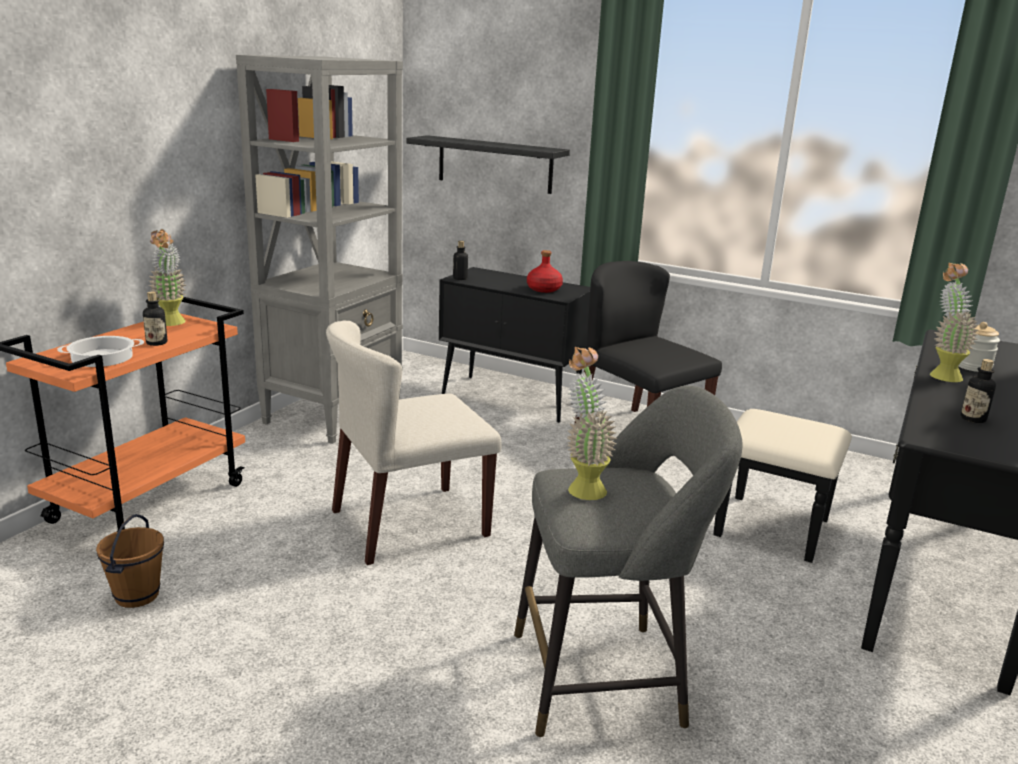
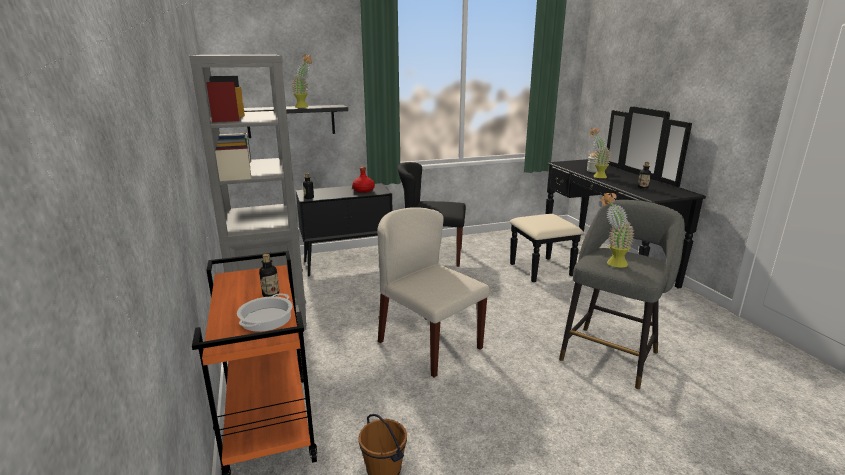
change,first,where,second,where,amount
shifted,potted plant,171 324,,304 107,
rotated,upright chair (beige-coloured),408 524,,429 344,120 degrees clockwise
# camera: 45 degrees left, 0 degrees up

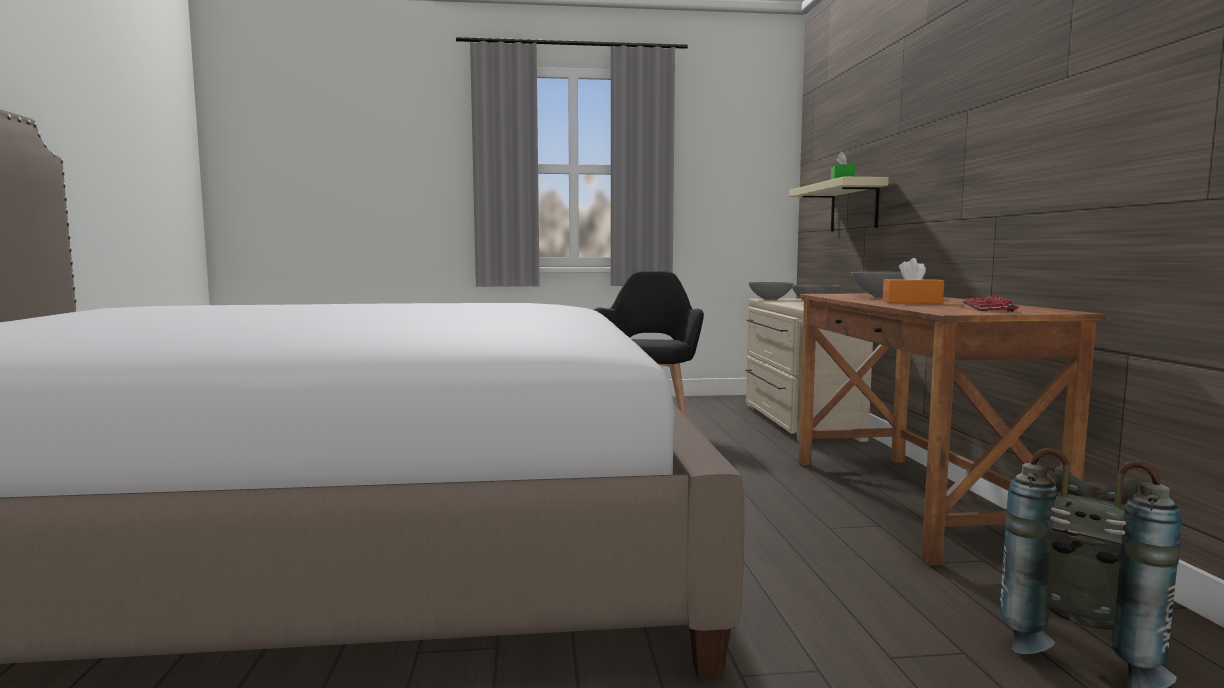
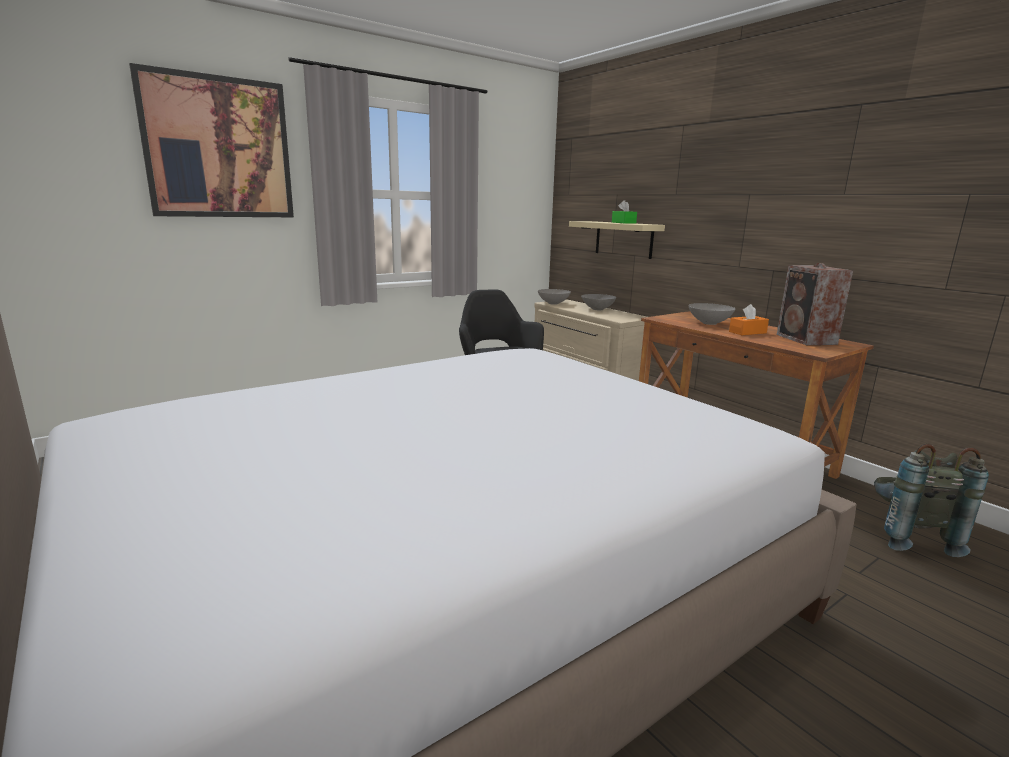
change,first,where,second,where,amount
new,,,wall picture,218 148,
swapped,PC keyboard,988 307,speaker,806 340,
# camera: 30 degrees left, 10 degrees up

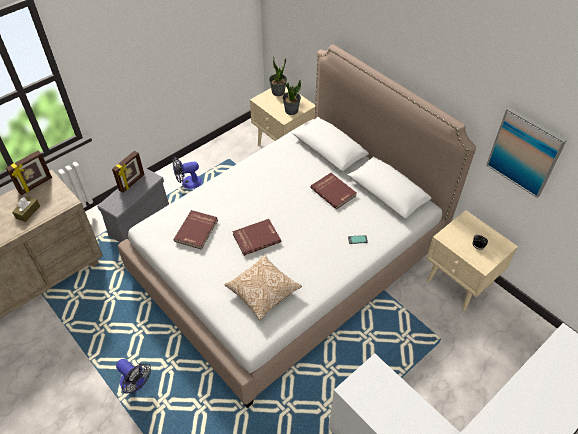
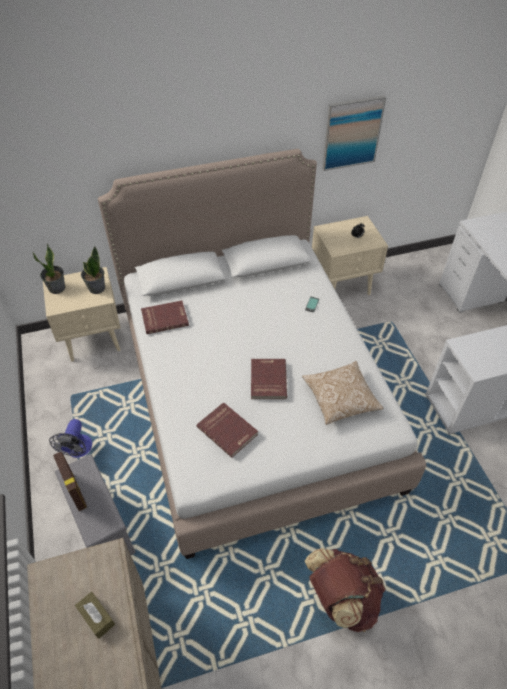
change,first,where,second,where,amount
shifted,book (red),333 191,,164 318,
swapped,electric fan,136 384,knapsack (brown),341 598,
gone,photo frame,35 185,,,
# camera: 65 degrees left, 0 degrees up

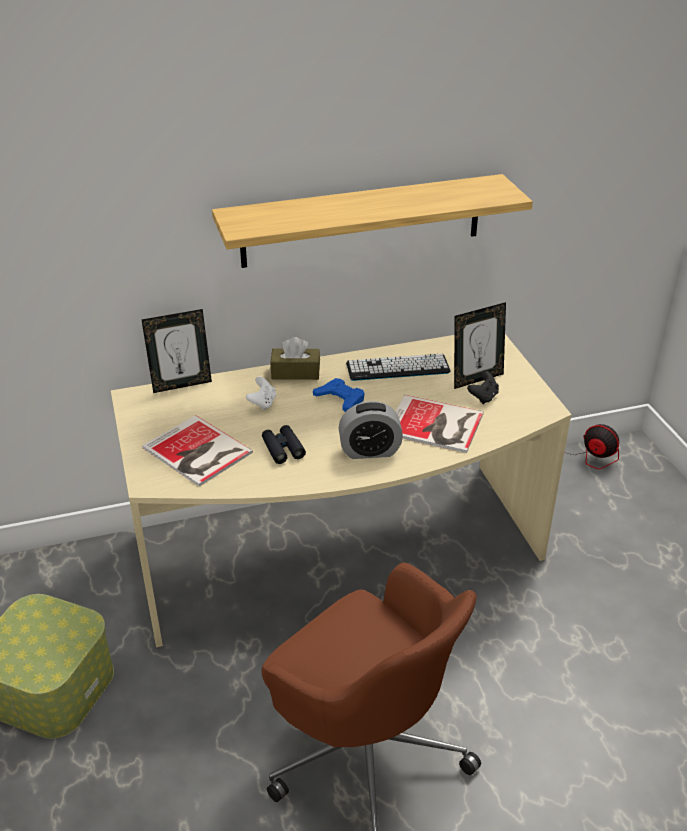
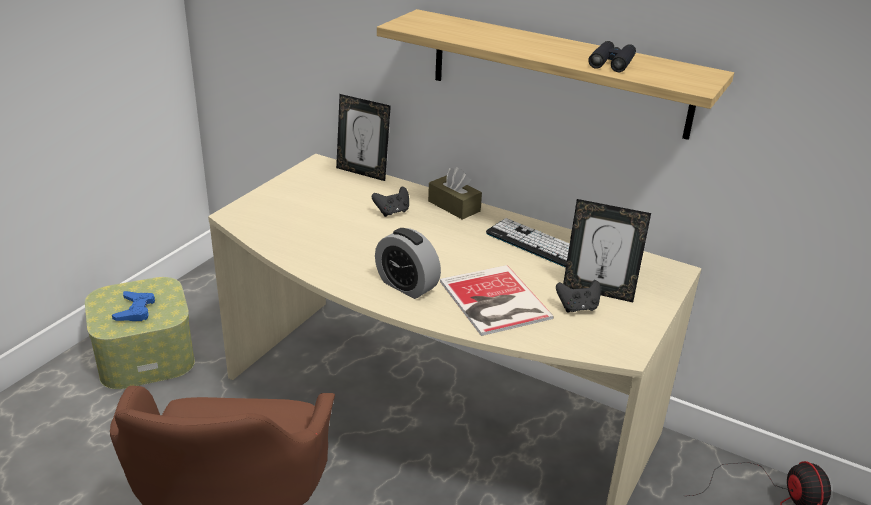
change,first,where,second,where,amount
shifted,gamepad (blue-coloured),340 399,,135 310,
repainted,gamepad (white),262 403,gamepad (blackish),392 212,
shifted,binoculars (blackish),283 448,,612 63,
gone,book,197 452,,,
# camera: 45 degrees right, 5 degrees down

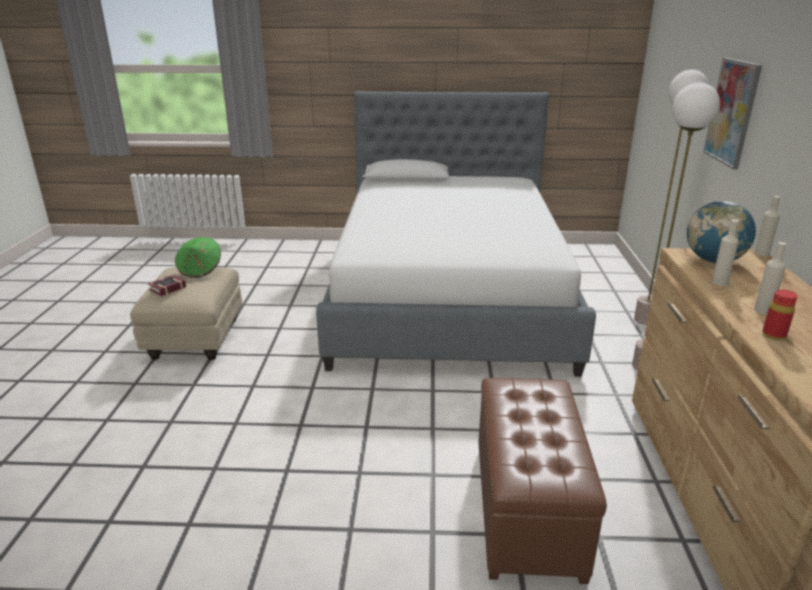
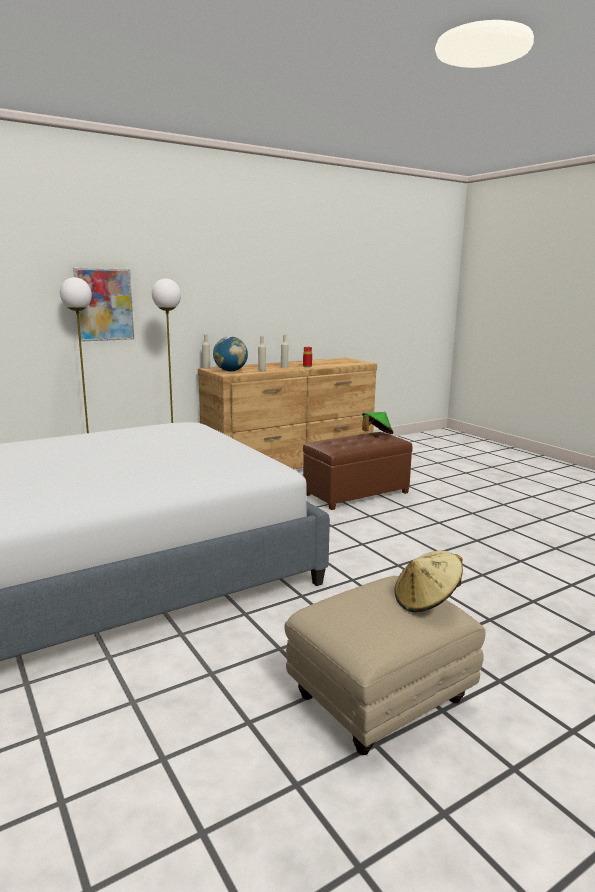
change,first,where,second,where,amount
shifted,wearable hat (greenish),200 270,,376 434,
swapped,book,166 289,wearable hat (beige-coloured),426 601,
# camera: 125 degrees left, 10 degrees down

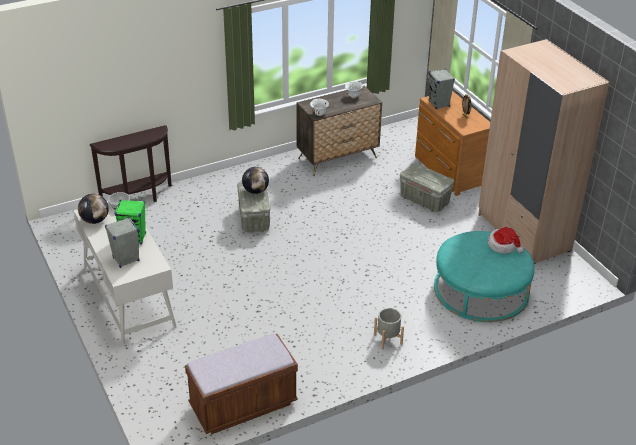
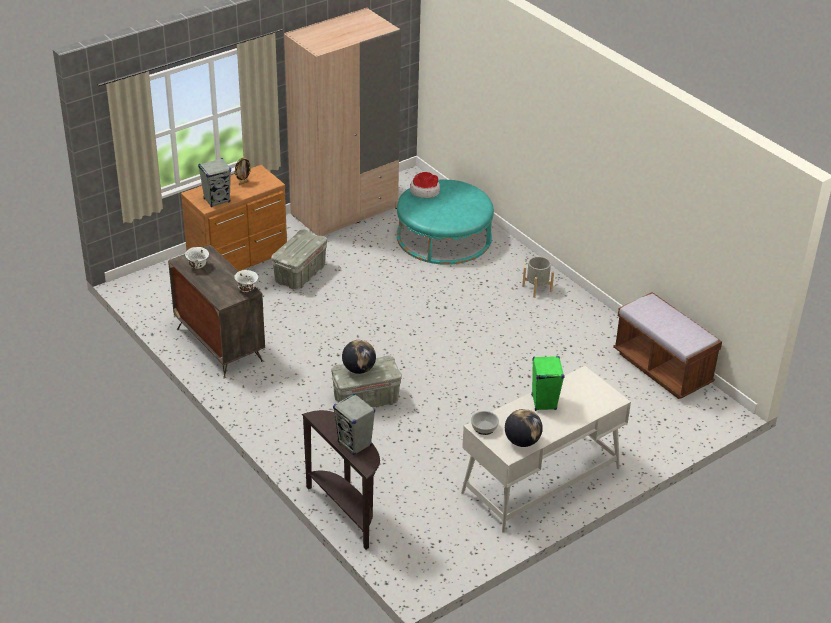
change,first,where,second,where,amount
shifted,speaker (greyish),126 259,,355 444,
# camera: 100 degrees left, 0 degrees up

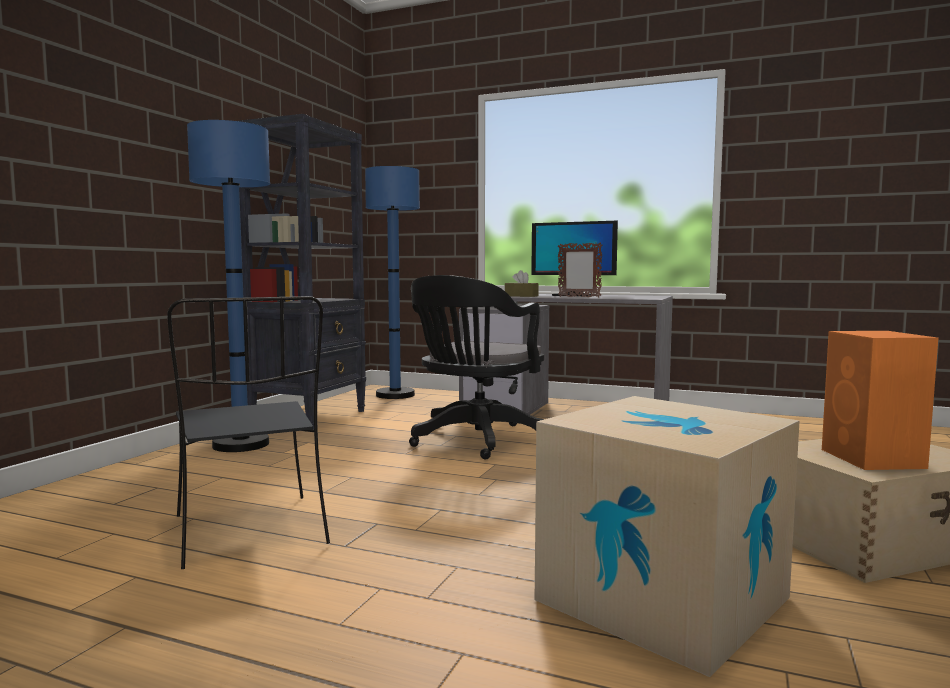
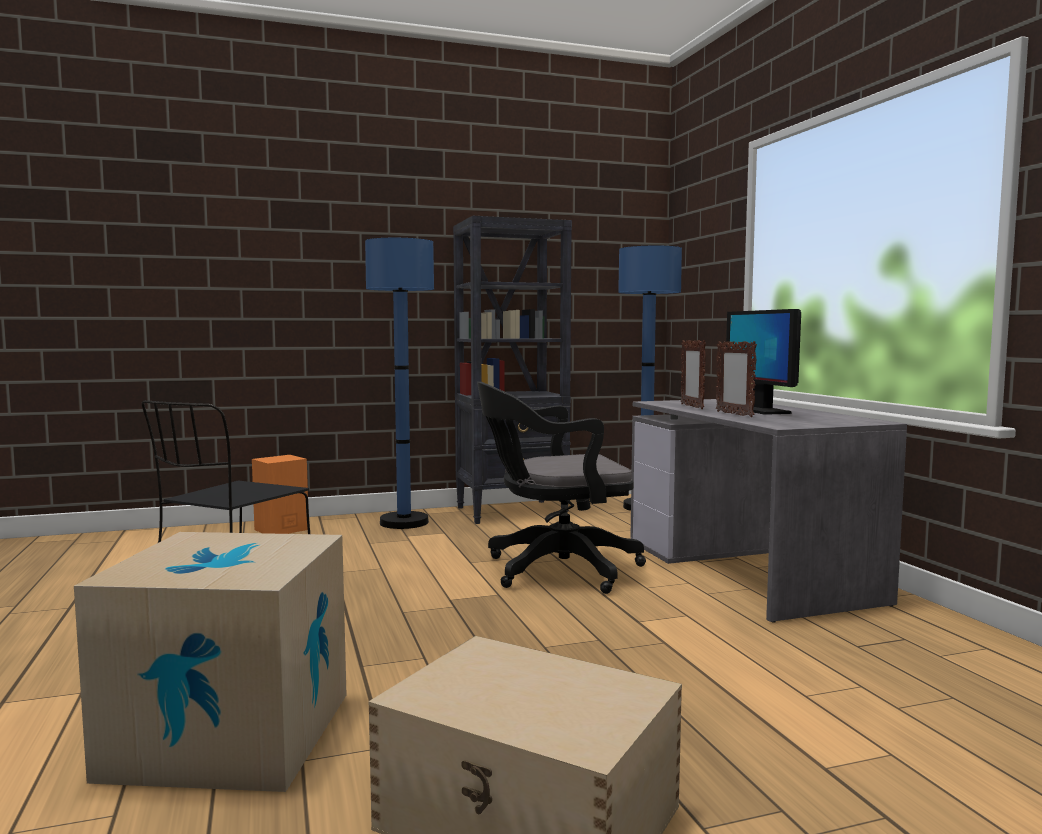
change,first,where,second,where,amount
shifted,speaker (orange-coloured),873 459,,280 530,
swapped,tissue box (brown),521 296,photo frame,692 406,
# camera: 50 degrees right, 0 degrees up

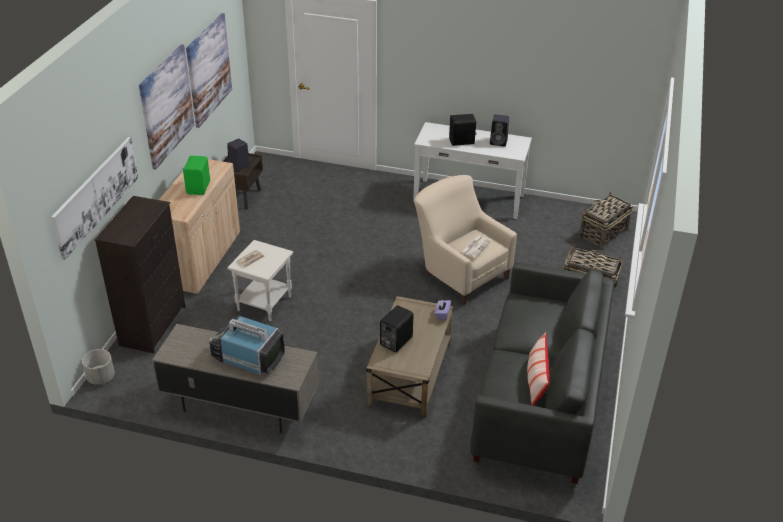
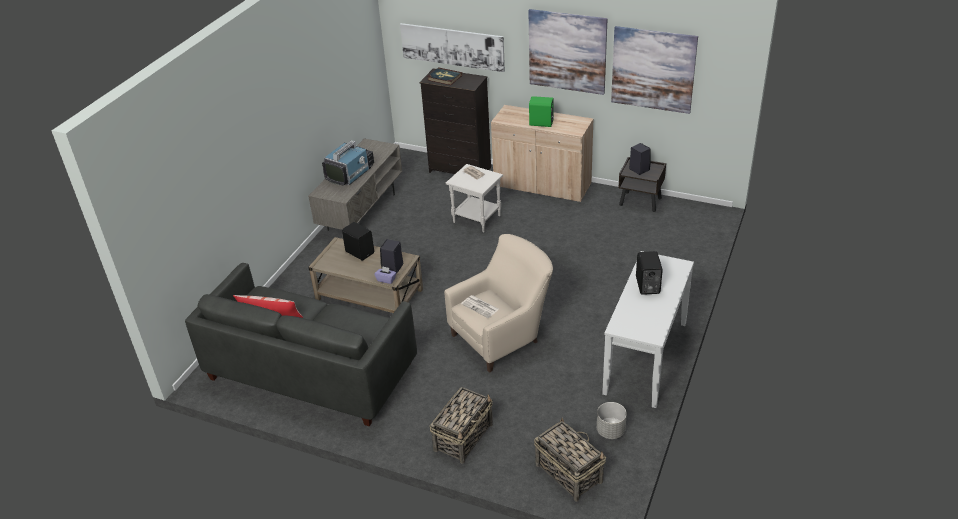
change,first,where,second,where,amount
shifted,speaker (blackish),499 142,,392 268,
new,,,book,444 78,
shifted,plant pot (greyish),100 377,,610 431,
# camera: 100 degrees right, 0 degrees up

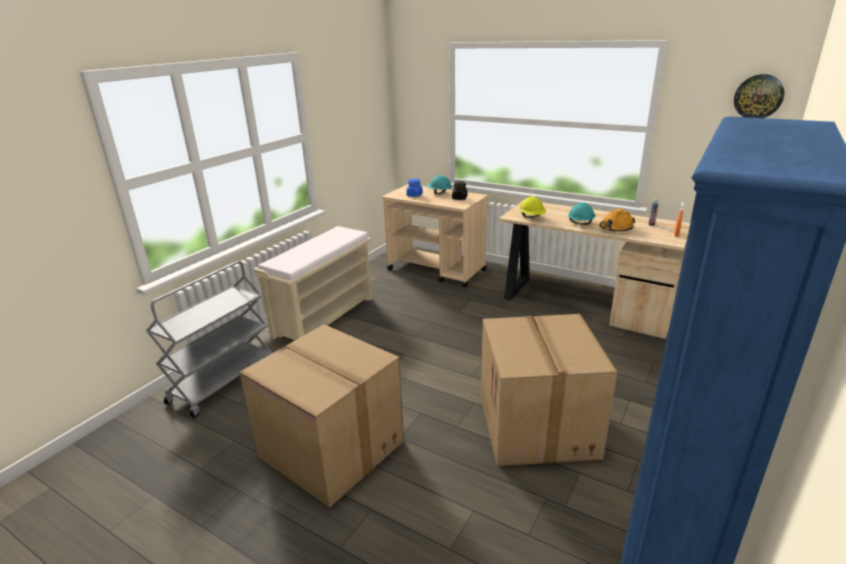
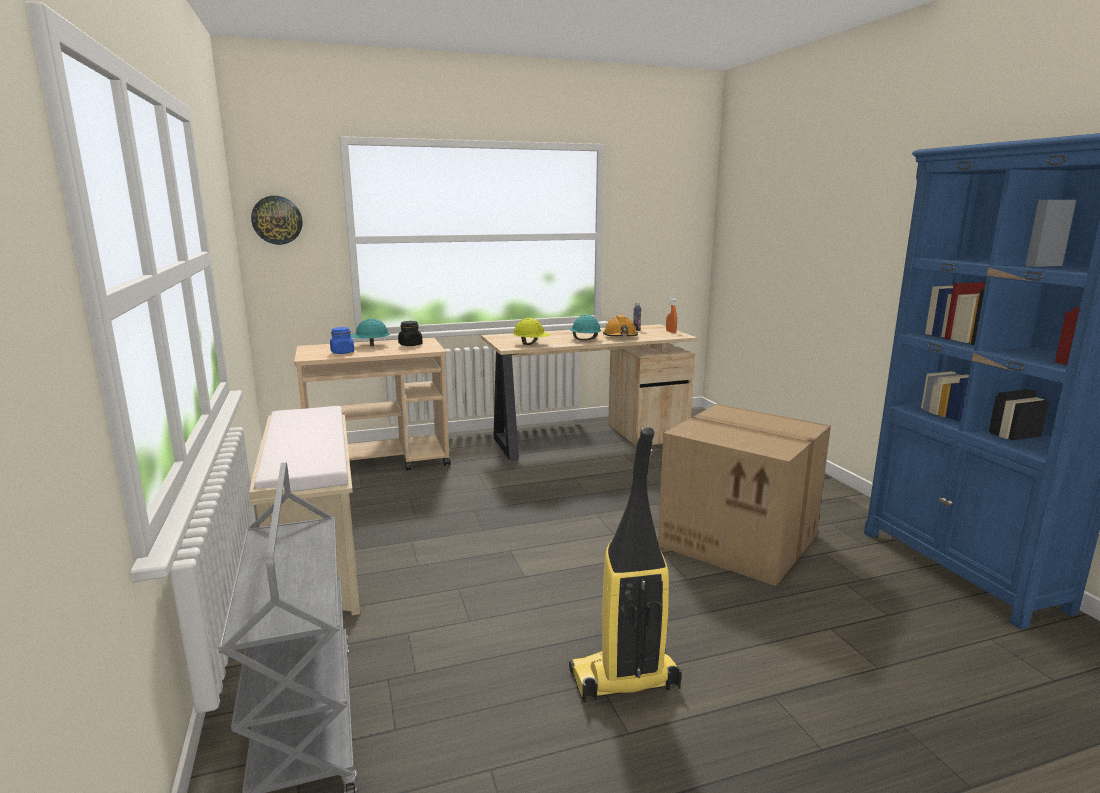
change,first,where,second,where,amount
shifted,clock on the wall,758 97,,277 220,
swapped,cardboard box,329 449,vacuum cleaner,623 681,
# camera: 50 degrees left, 10 degrees down

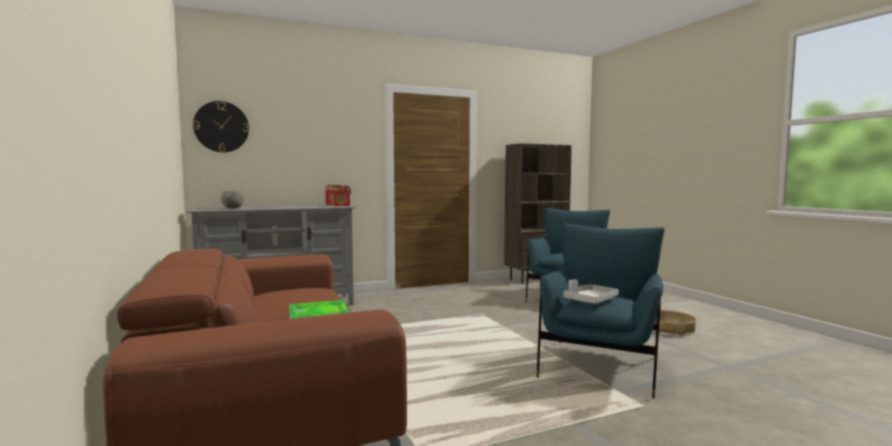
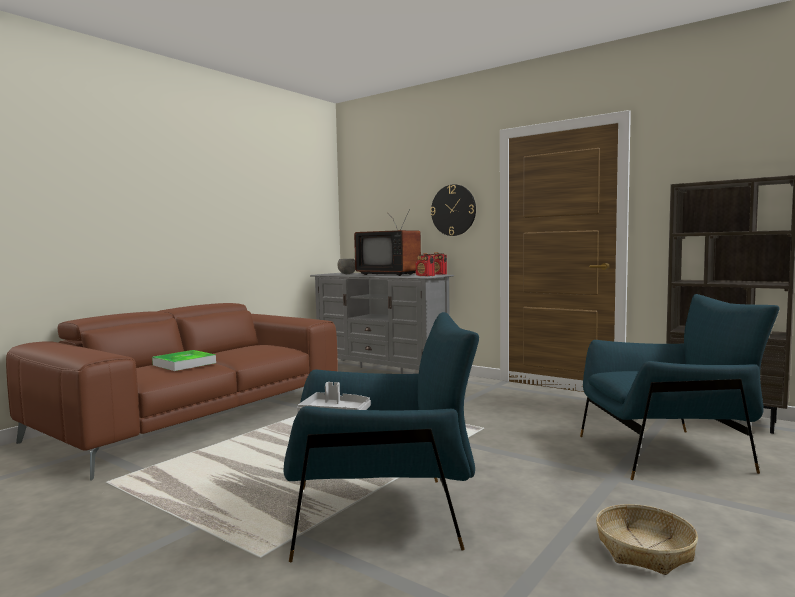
change,first,where,second,where,amount
new,,,television,390 274,
shifted,clock on the wall,221 127,,453 210,
# camera: 60 degrees right, 0 degrees up

